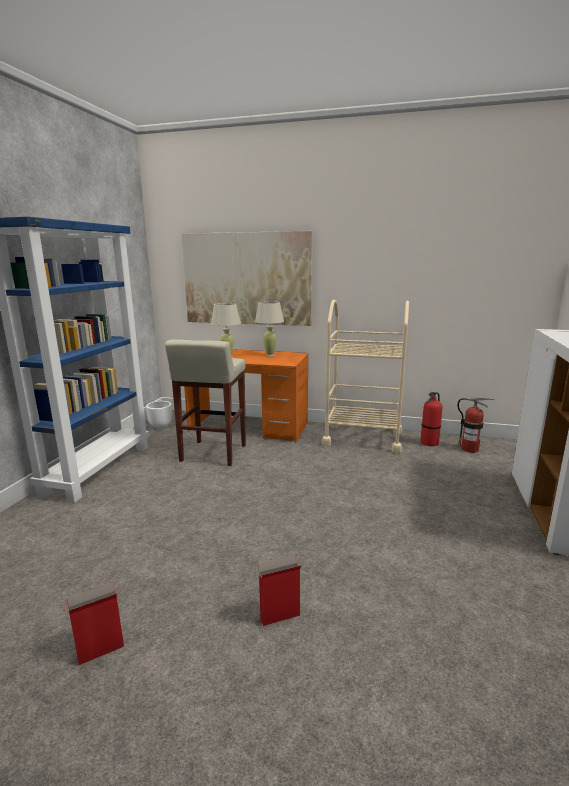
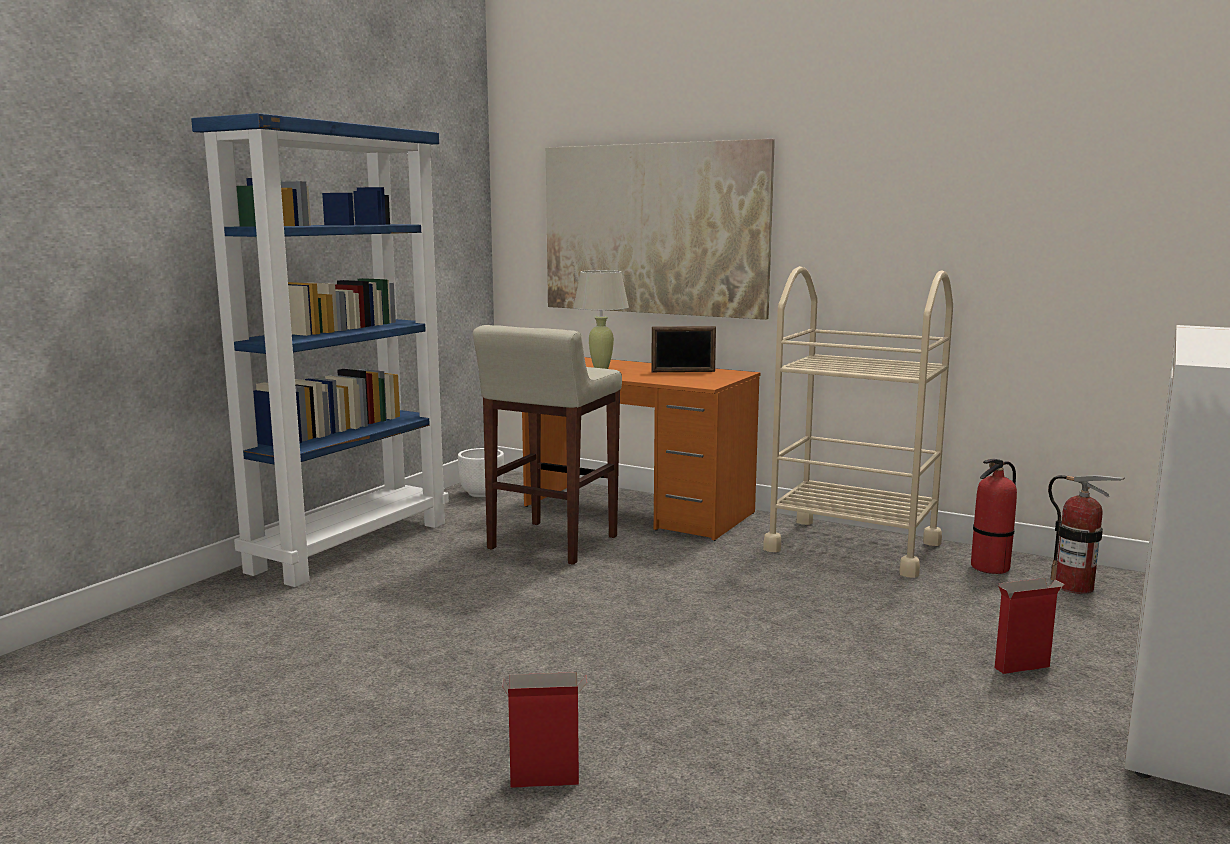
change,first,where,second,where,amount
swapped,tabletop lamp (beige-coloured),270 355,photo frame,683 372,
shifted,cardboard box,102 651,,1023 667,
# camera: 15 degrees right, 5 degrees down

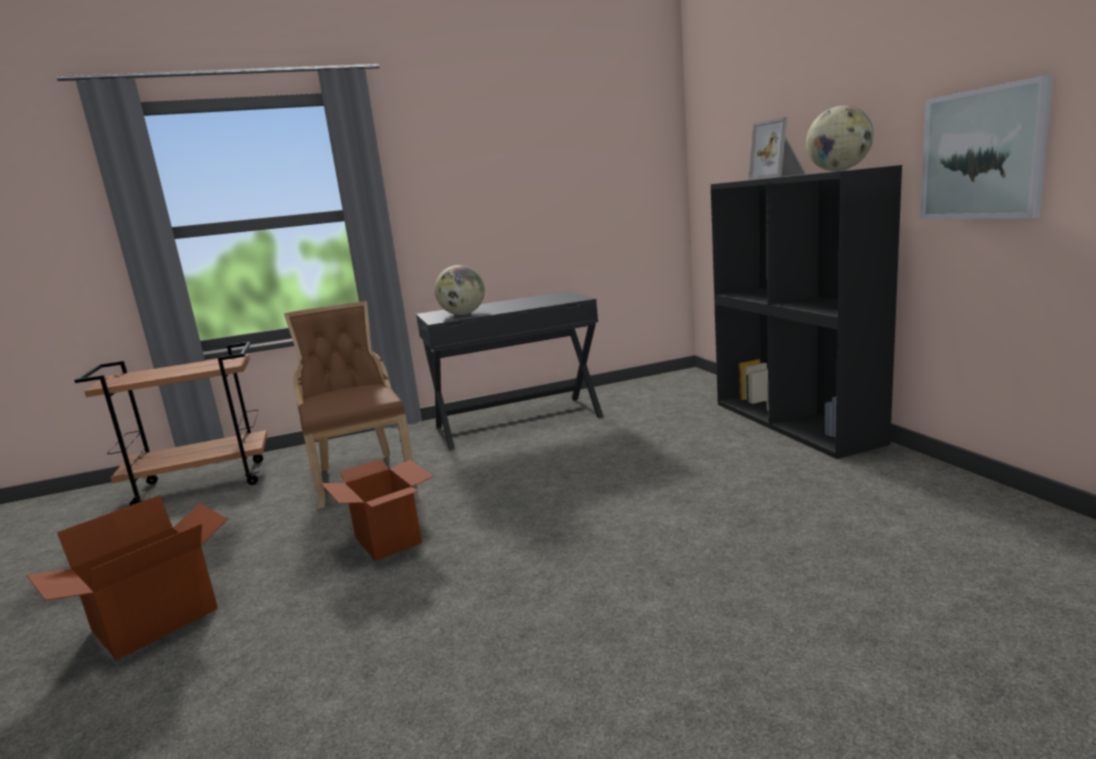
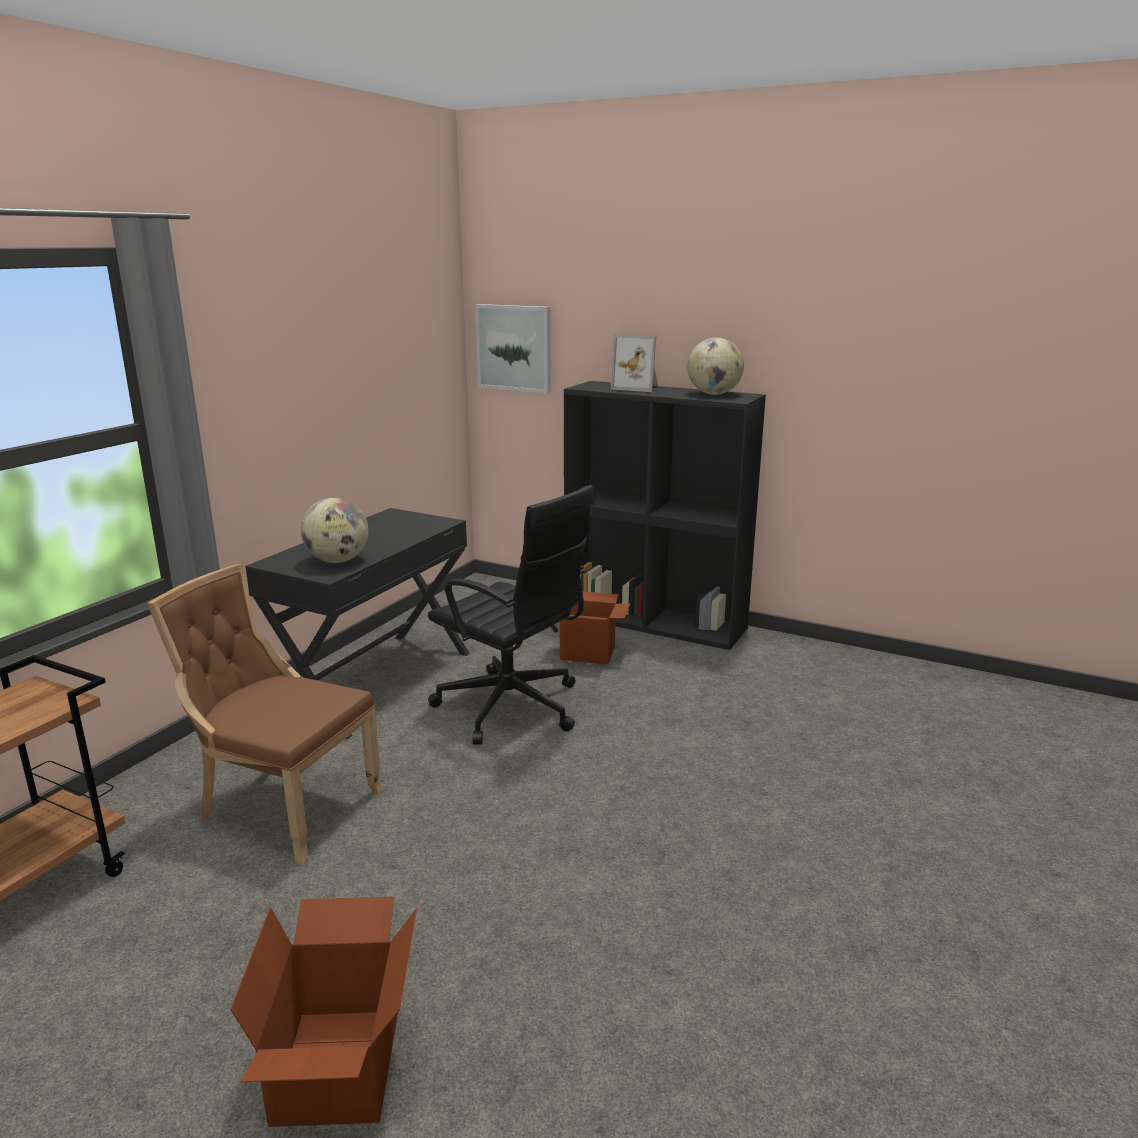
change,first,where,second,where,amount
new,,,computer chair (blackish),513 708,
shifted,wall picture,983 154,,514 348,
shifted,cardboard box,388 540,,588 653,
# camera: 45 degrees left, 5 degrees up

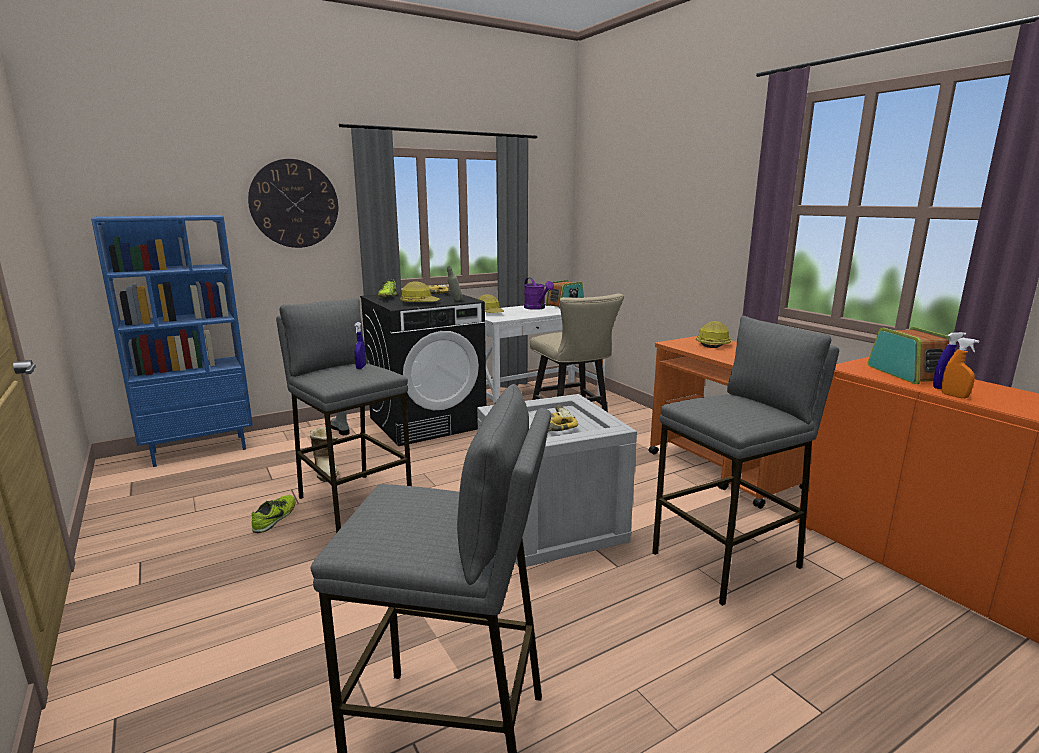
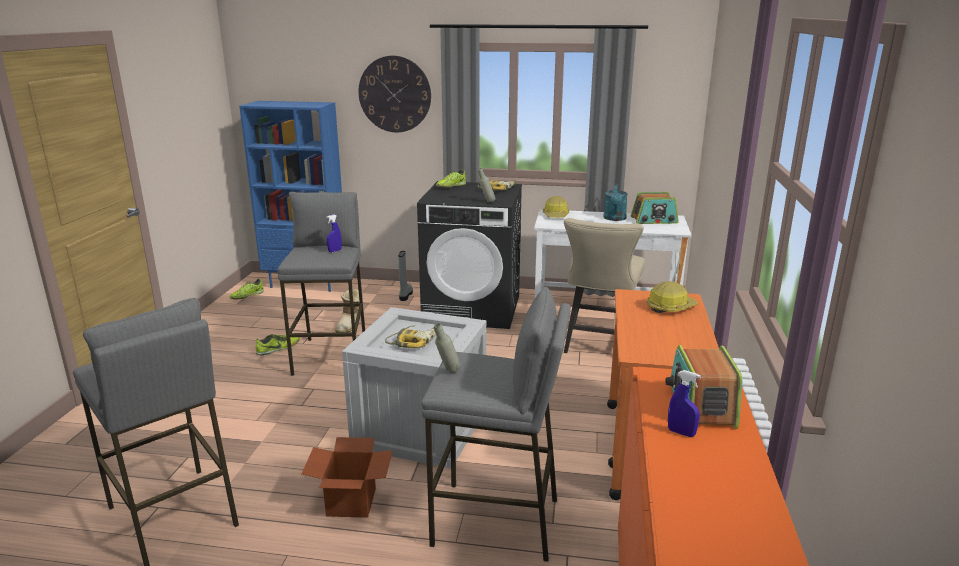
change,first,where,second,where,amount
new,,,shoe,247 296,
new,,,cardboard box,351 502,
new,,,bottle (greyish),447 373,
repainted,watering can (purplish),537 308,watering can (turquoise-coloured),615 219,
rotated,radio receiver,908 374,,701 405,150 degrees clockwise
gone,work helmet,419 303,,,
gone,hand sprayer (orange-coloured),954 396,,,
# camera: 40 degrees right, 5 degrees up

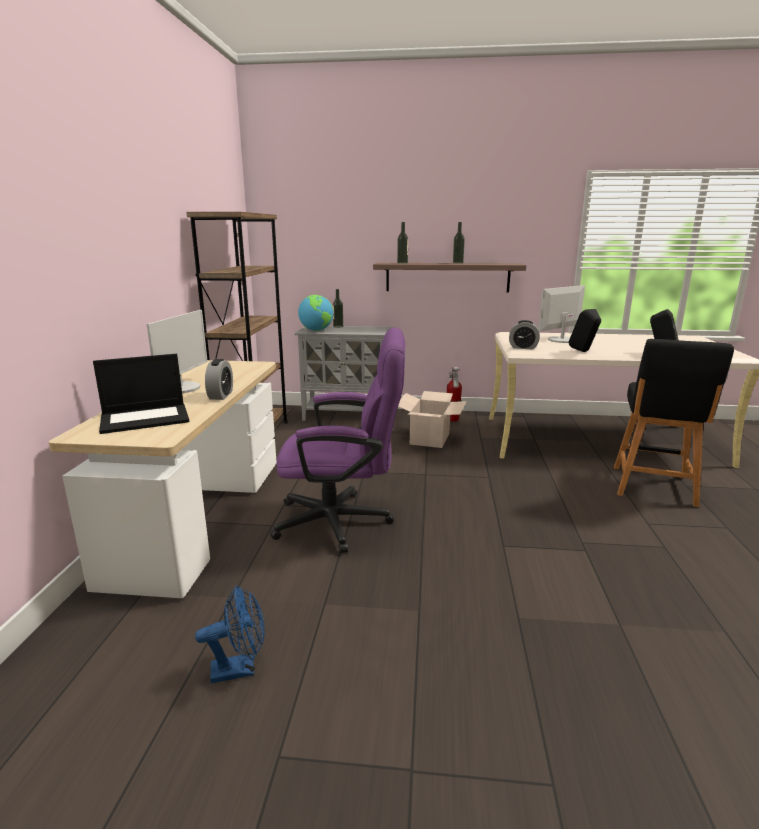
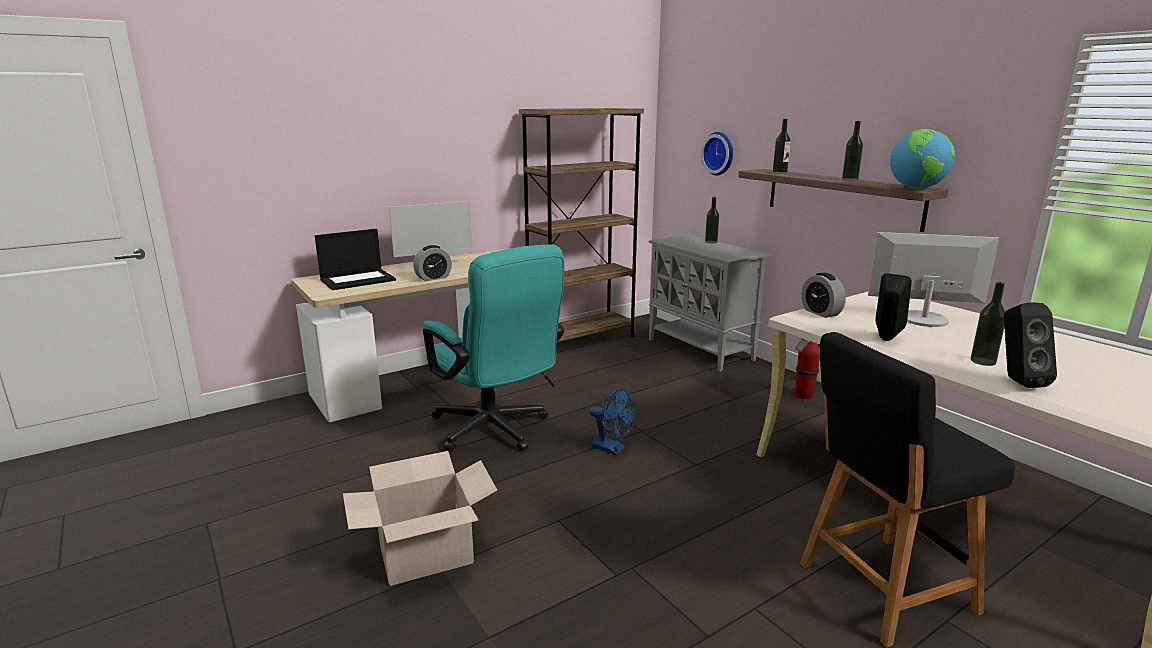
change,first,where,second,where,amount
rotated,laptop,146 418,,358 280,60 degrees counterclockwise
shifted,cardboard box,429 438,,426 553,
repainted,computer chair (purplish),343 522,computer chair (turquoise-coloured),496 431,
shifted,electric fan (blue-coloured),240 669,,612 449,
new,,,clock on the wall,719 153,
shifted,world globe,316 330,,917 188,
new,,,bottle,983 361,
# camera: 50 degrees right, 0 degrees up

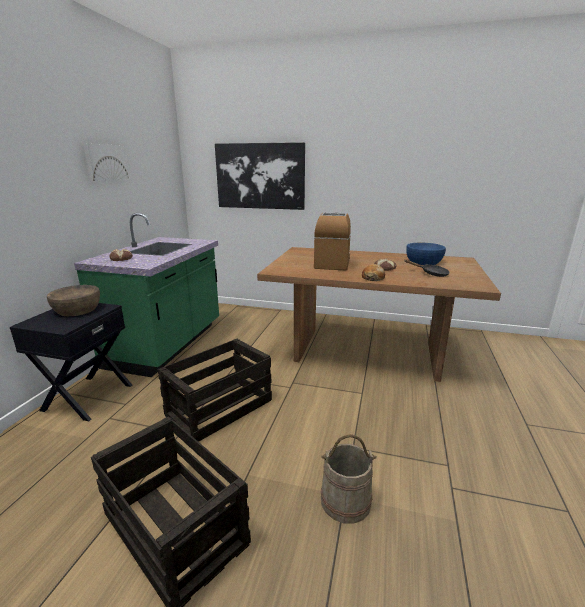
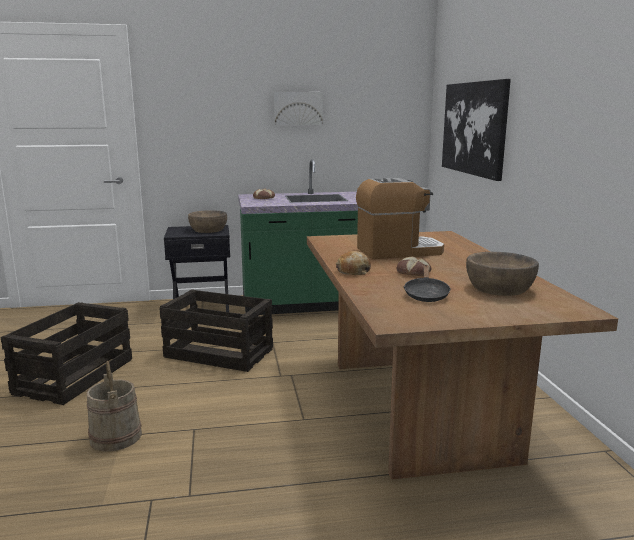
change,first,where,second,where,amount
repainted,serving bowl (blue-coloured),423 261,serving bowl (brown),499 288,
# camera: 65 degrees right, 5 degrees down

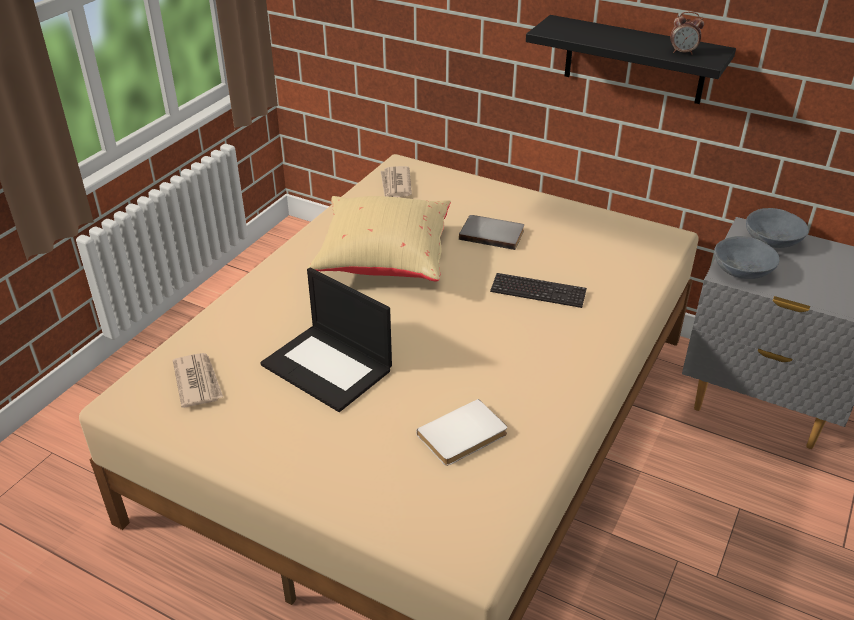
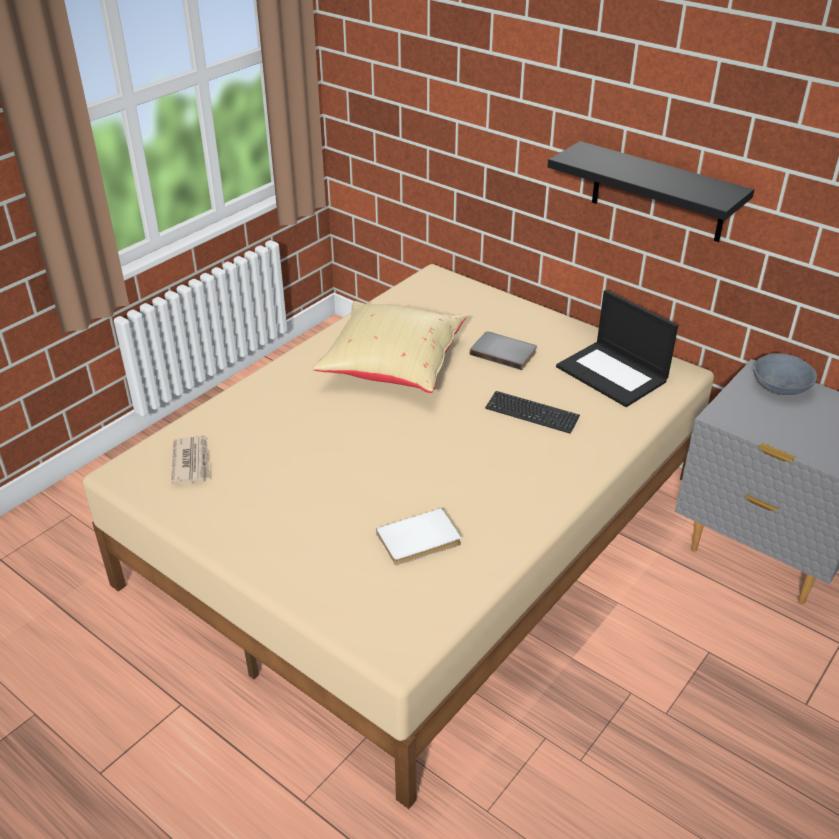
change,first,where,second,where,amount
shifted,laptop,328 367,,613 374,
gone,newspaper,395 185,,,
gone,table clock,683 52,,,
gone,serving bowl (greyish),743 270,,,
# camera: 10 degrees right, 0 degrees up

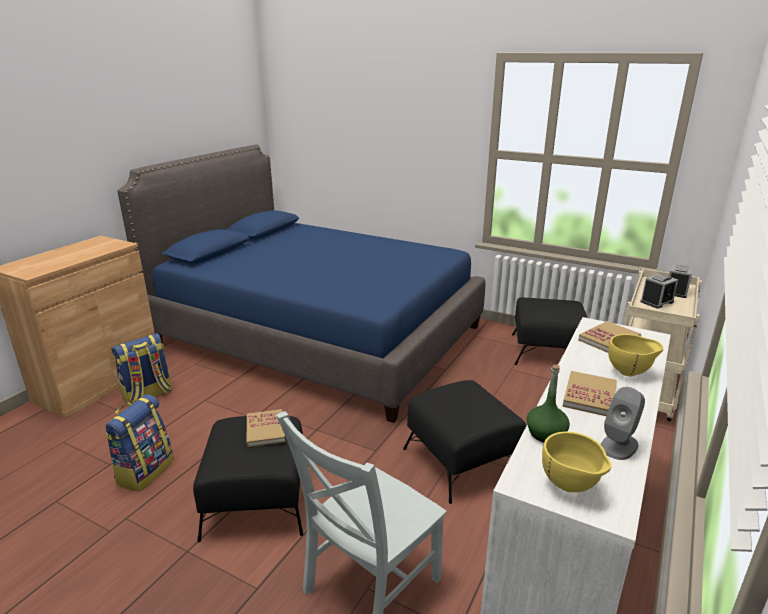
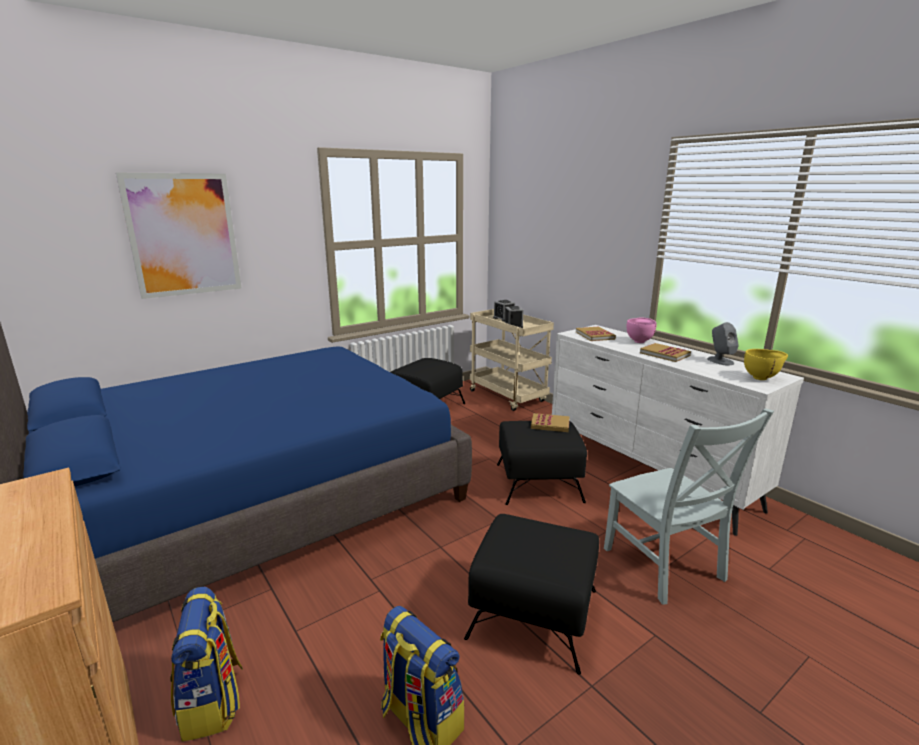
change,first,where,second,where,amount
new,,,wall picture,183 235,
shifted,book,265 429,,550 424,
repainted,serving bowl (yellowish),630 373,serving bowl (pink-coloured),639 341,
gone,bottle (greenish),546 434,,,
# camera: 65 degrees left, 5 degrees down

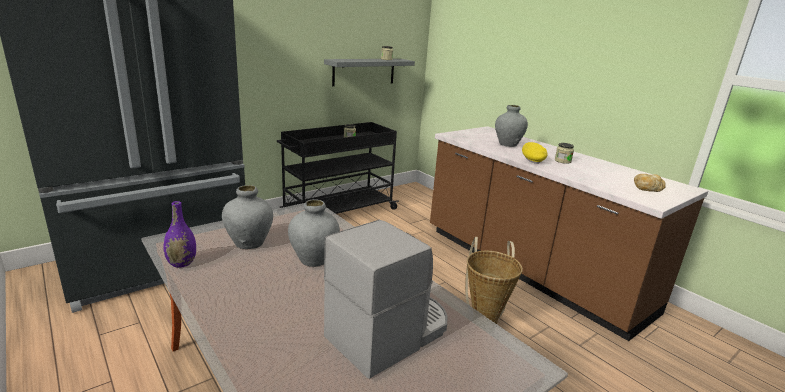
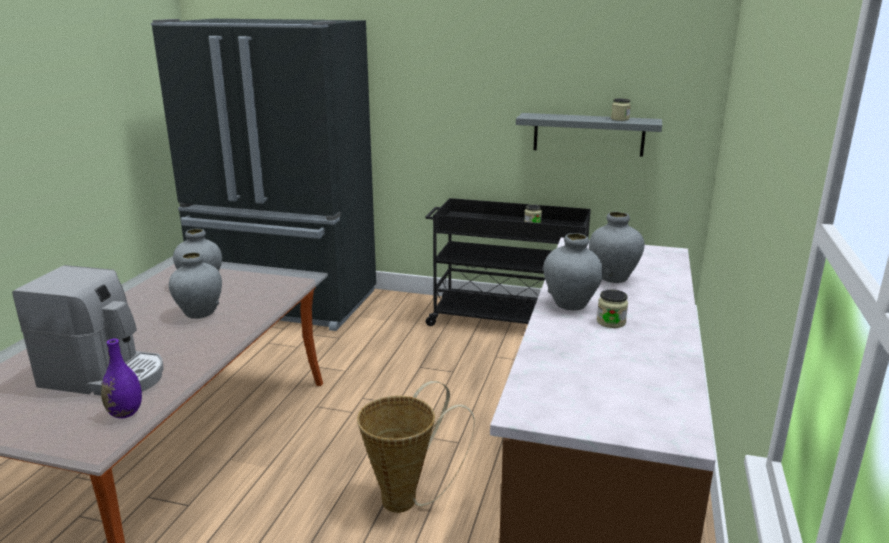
change,first,where,second,where,amount
shifted,flower vase (purplish),182 263,,125 413,
swapped,serving bowl (yellowish),533 159,flower vase (greyish),570 304,
gone,baked bread,647 189,,,
# camera: 55 degrees right, 0 degrees up

